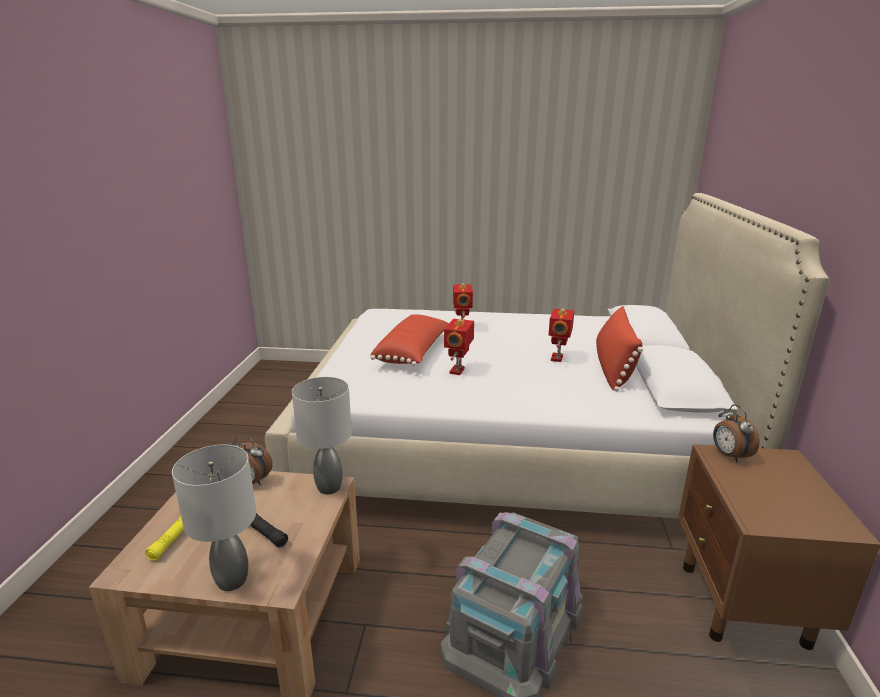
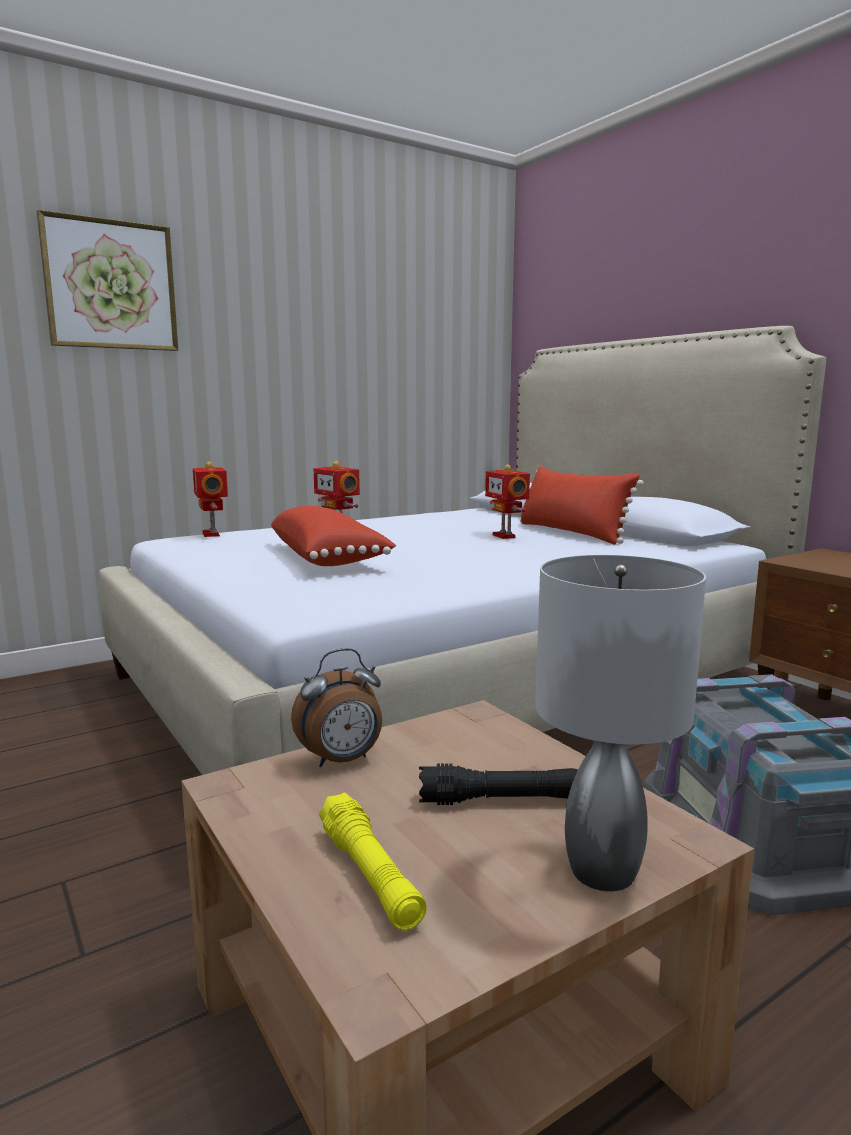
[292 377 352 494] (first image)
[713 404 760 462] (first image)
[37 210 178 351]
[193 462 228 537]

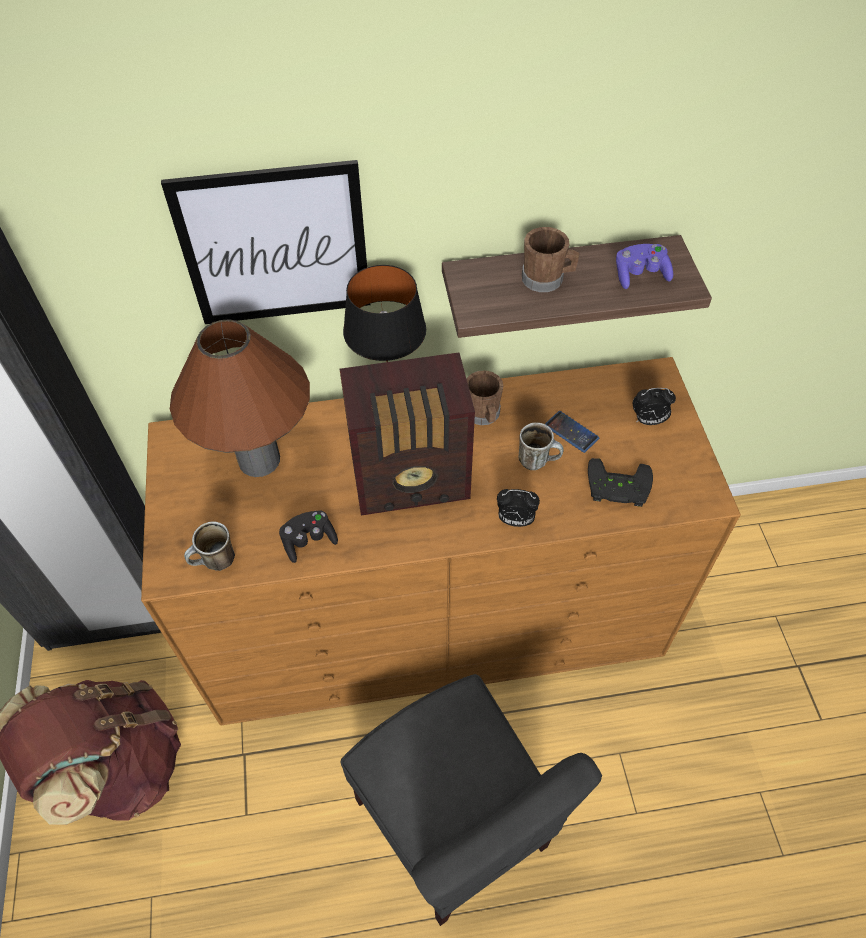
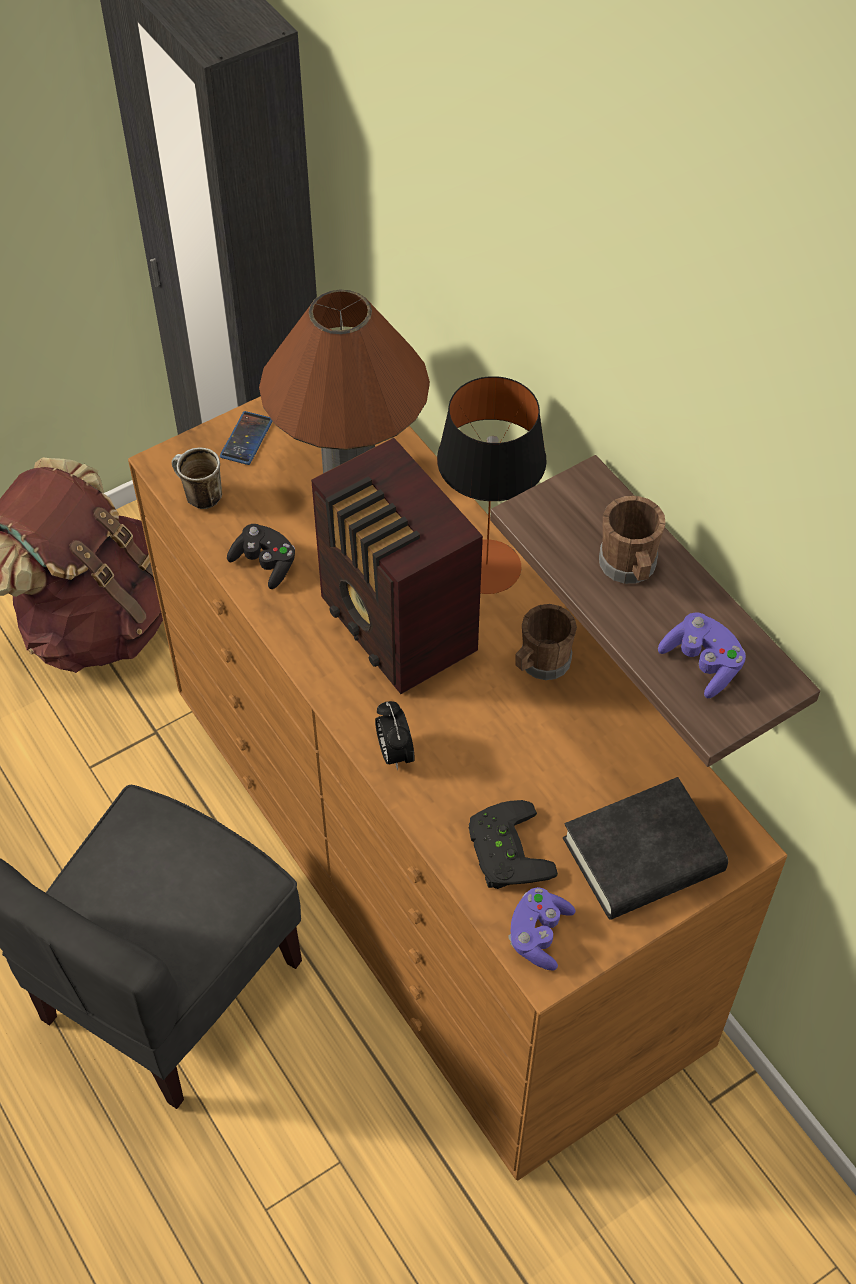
[161 160 371 324] (first image)
[519 422 564 470] (first image)
[508 887 575 971]
[220 411 273 465]
[563 777 728 920]

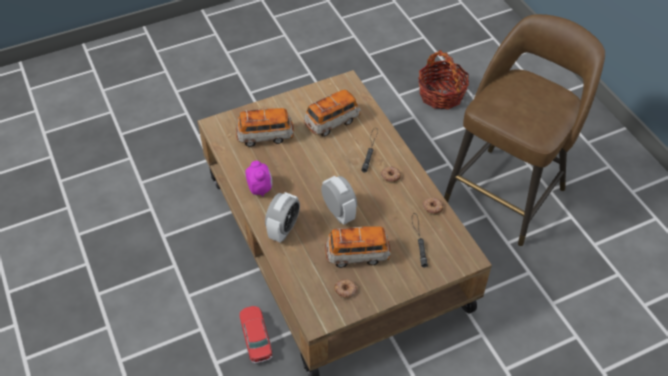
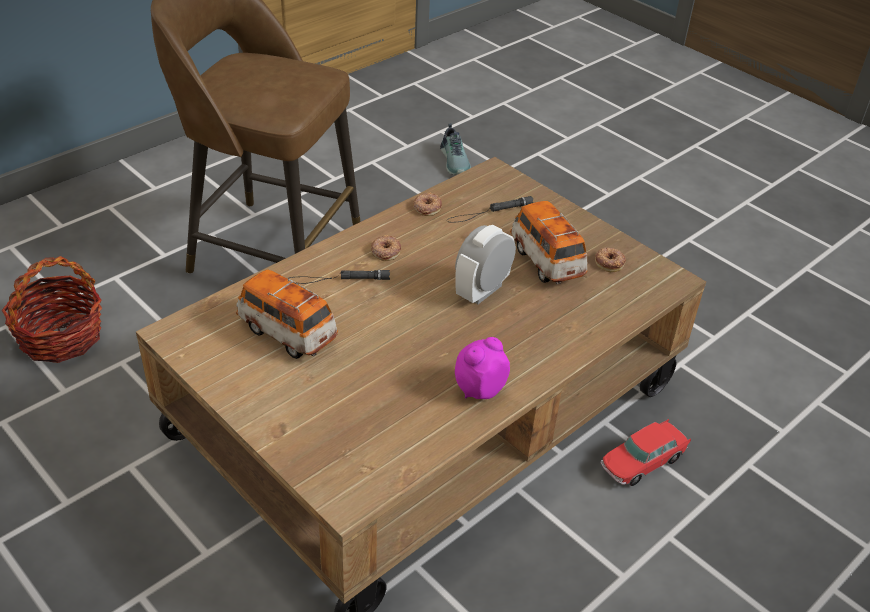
[236 108 294 147] (first image)
[265 192 300 243] (first image)
[440 124 471 175]

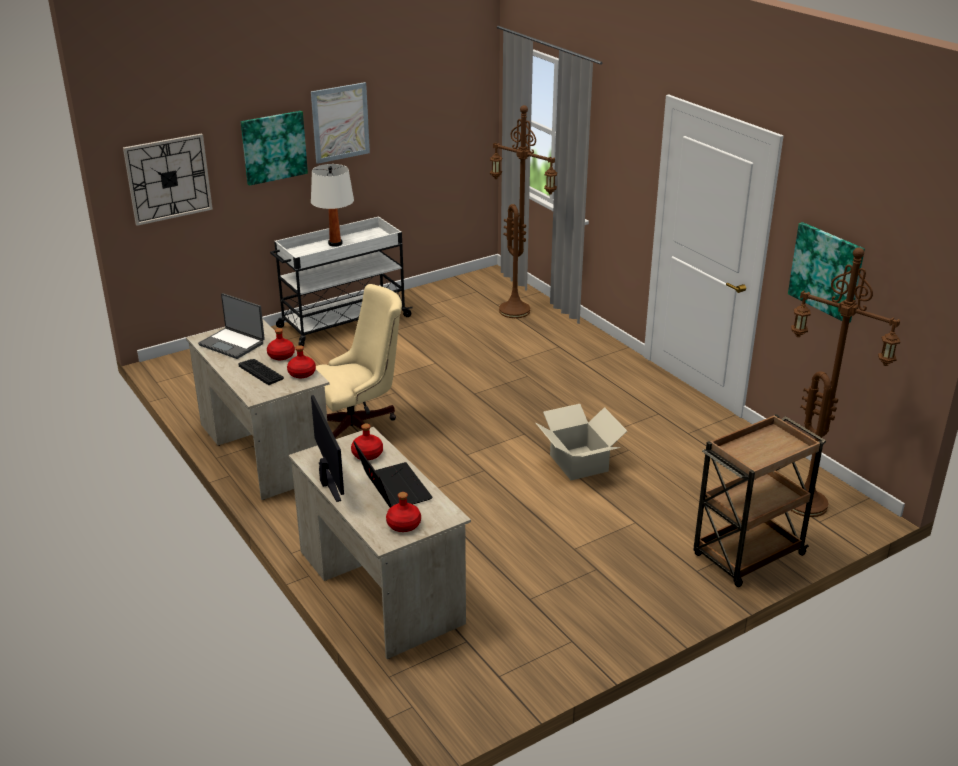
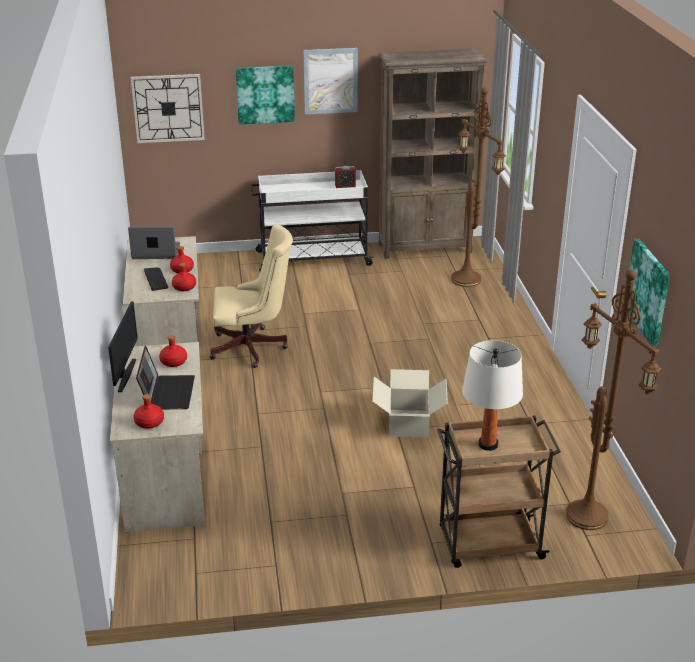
[335 166 356 188]
[379 48 488 259]
[462 340 523 451]
[128 226 180 259]

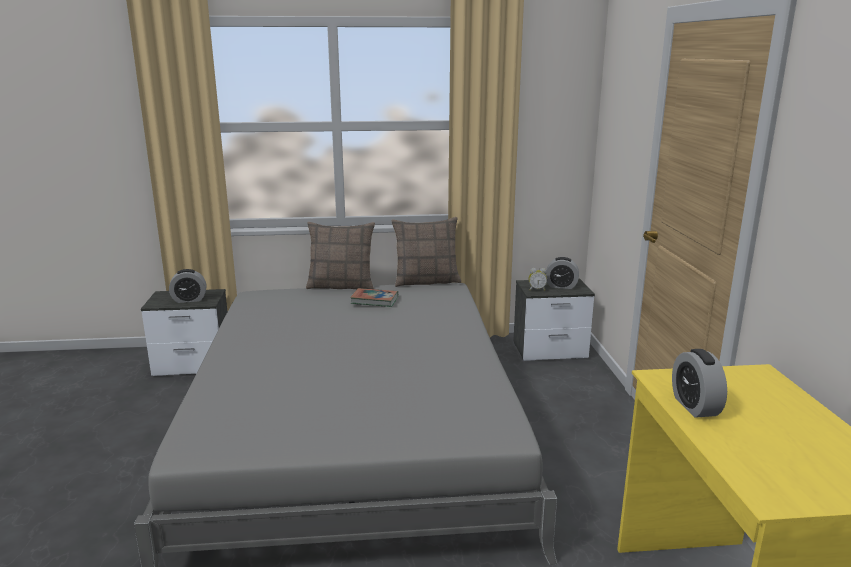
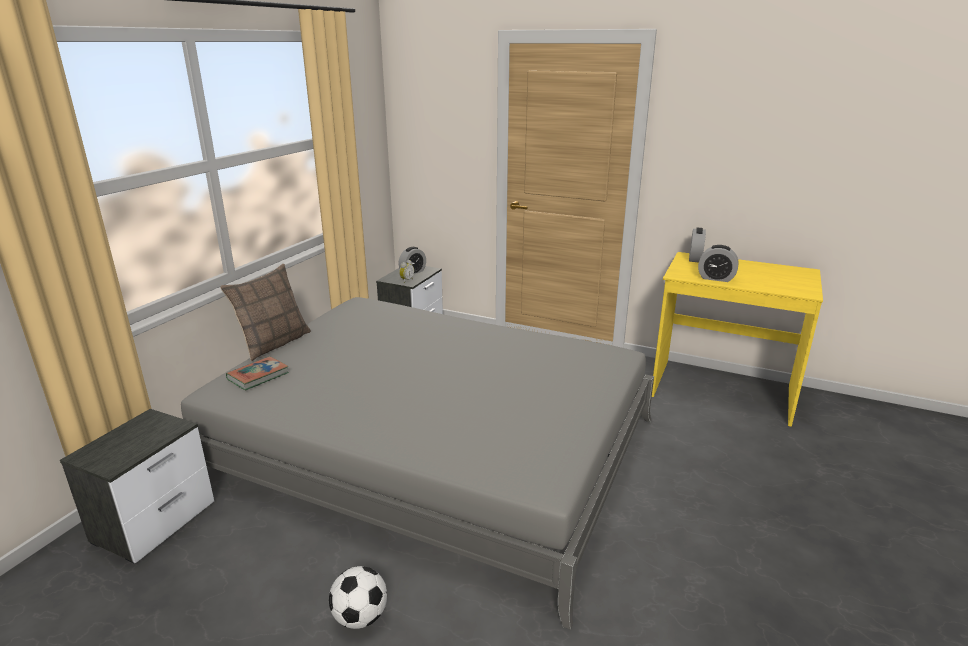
[391 217 461 287] (first image)
[329 566 387 629]
[689 228 706 263]
[226 356 289 391]

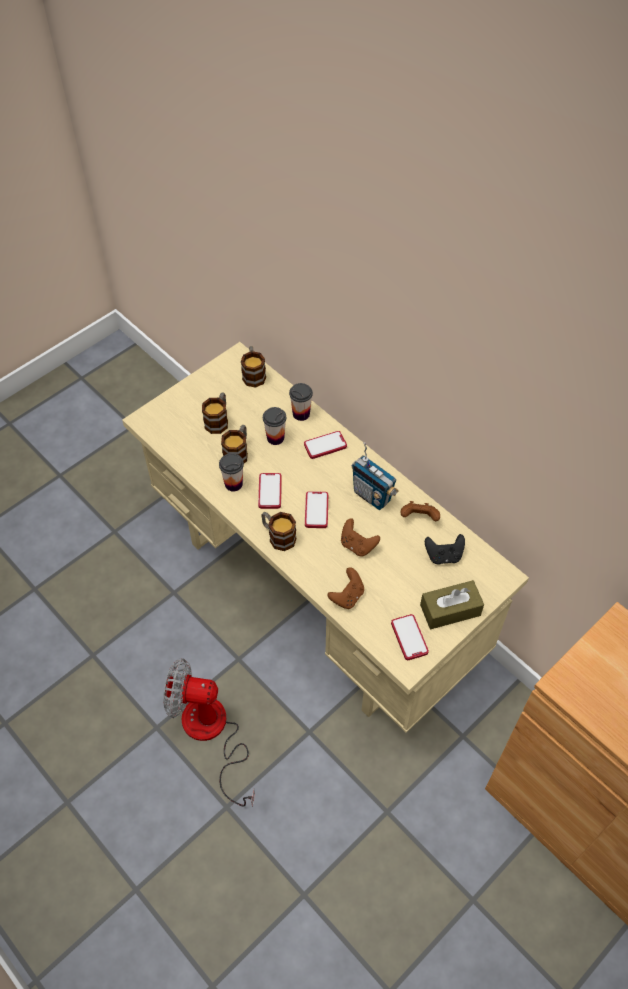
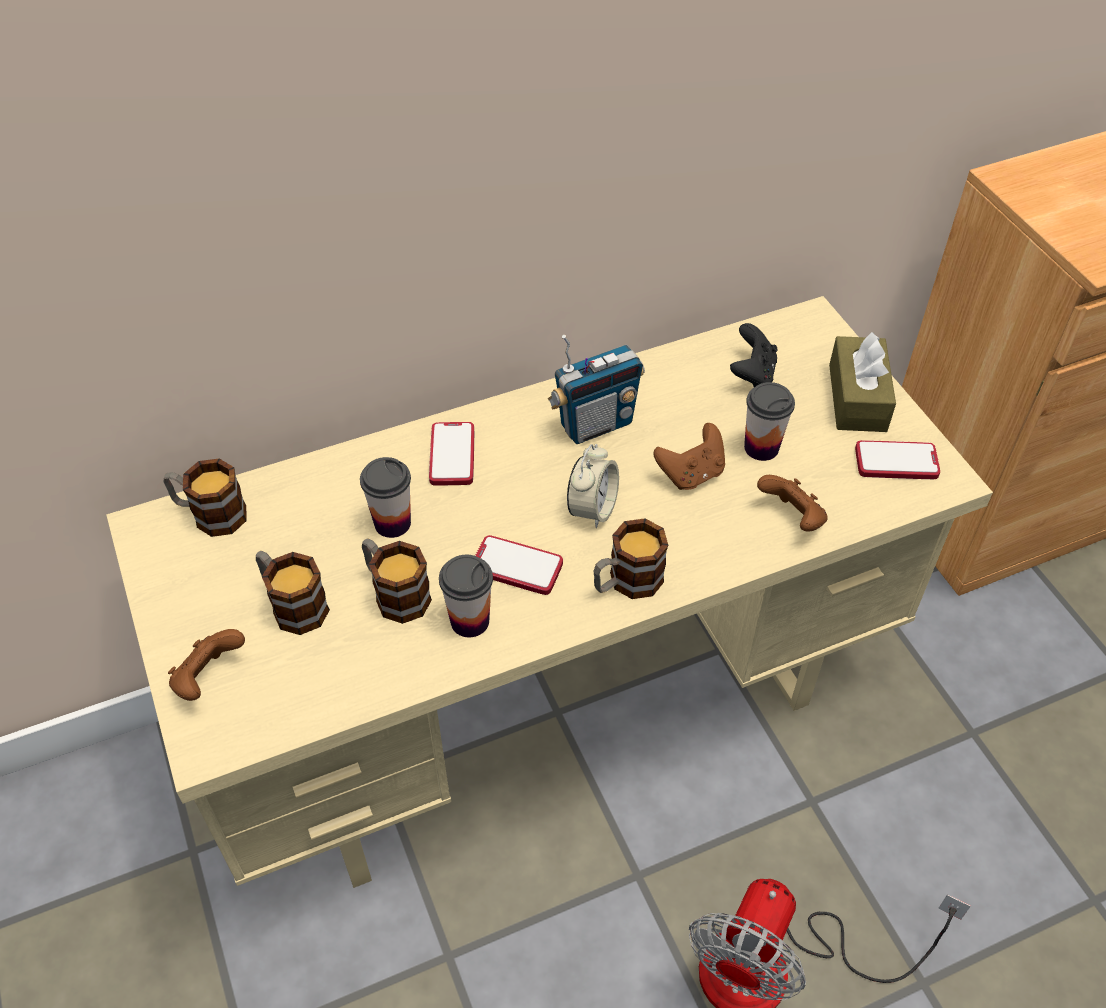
[744 382 795 461]
[168 629 245 701]
[567 444 619 528]

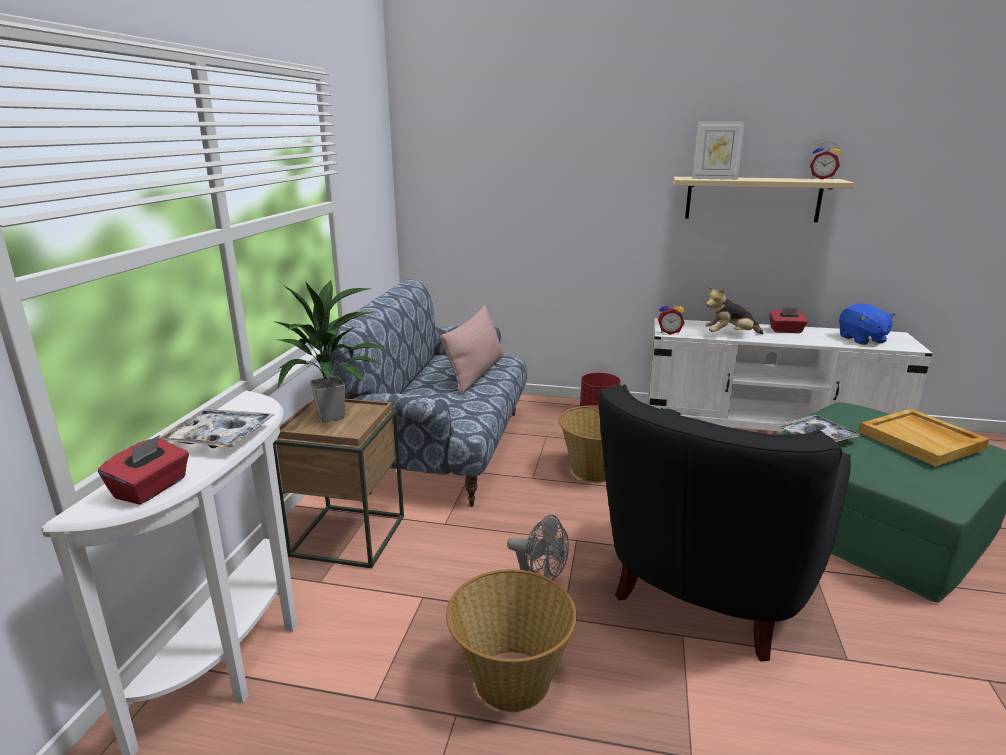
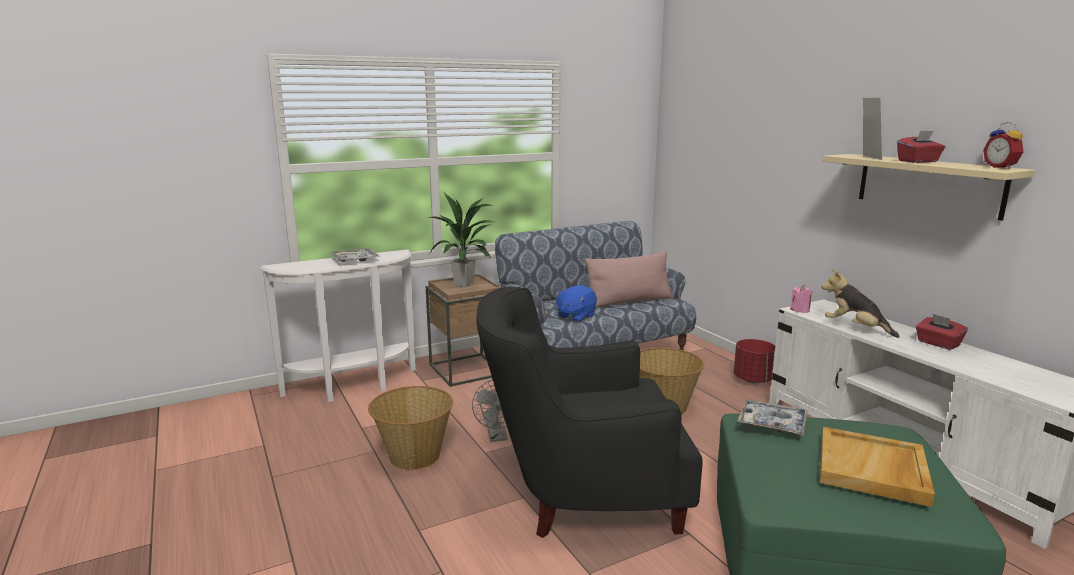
[897 131 945 163]
[555 285 597 322]
[790 285 812 313]
[863 98 883 160]

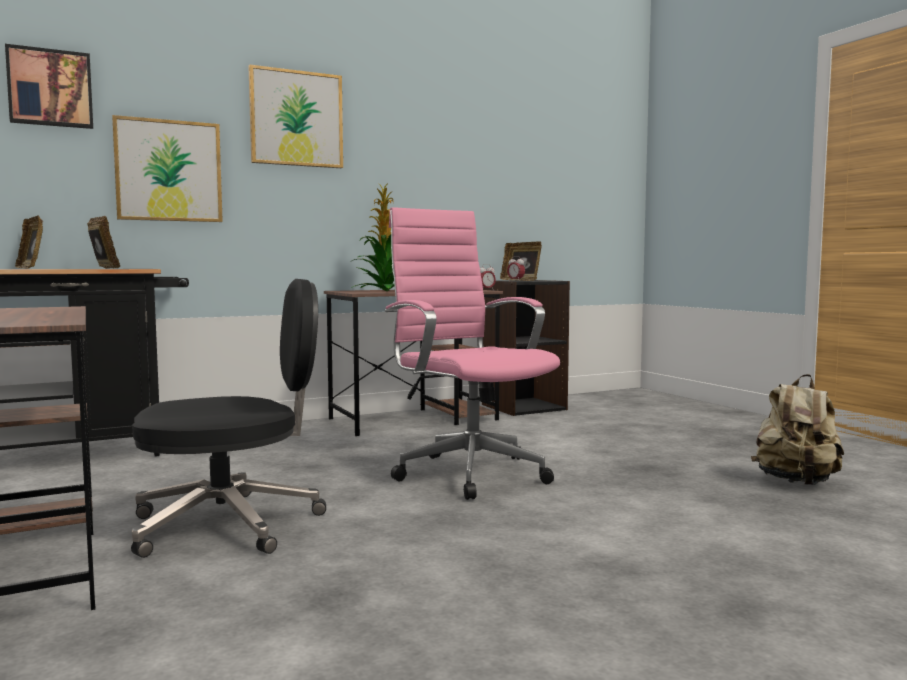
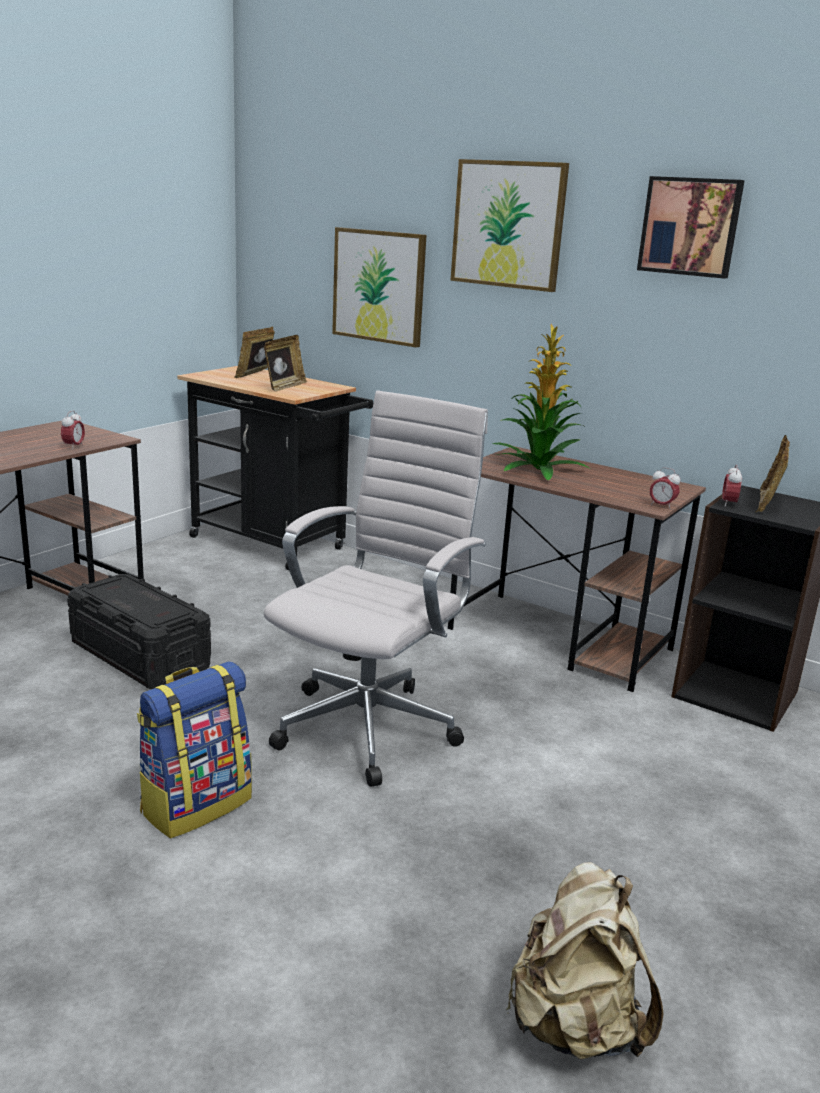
[61 411 85 448]
[137 661 252 839]
[637 176 745 279]
[67 574 211 689]
[264 390 488 787]

